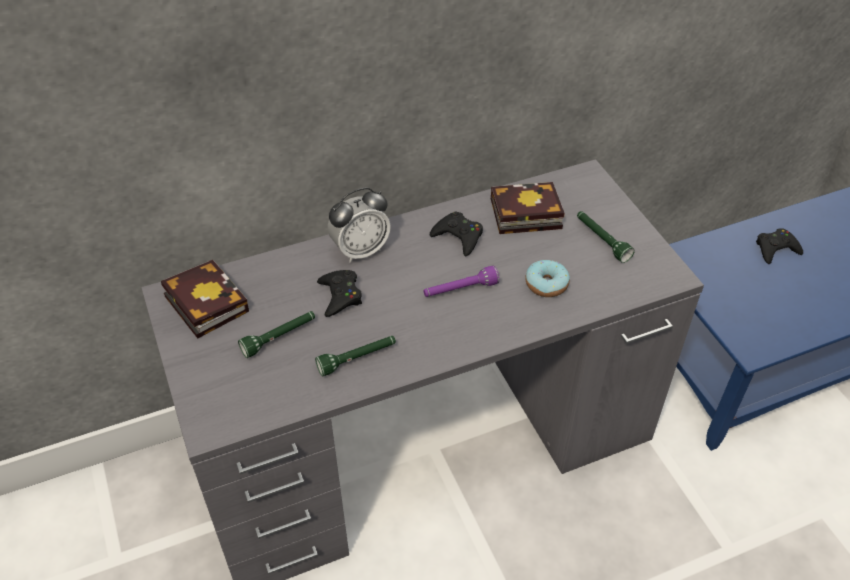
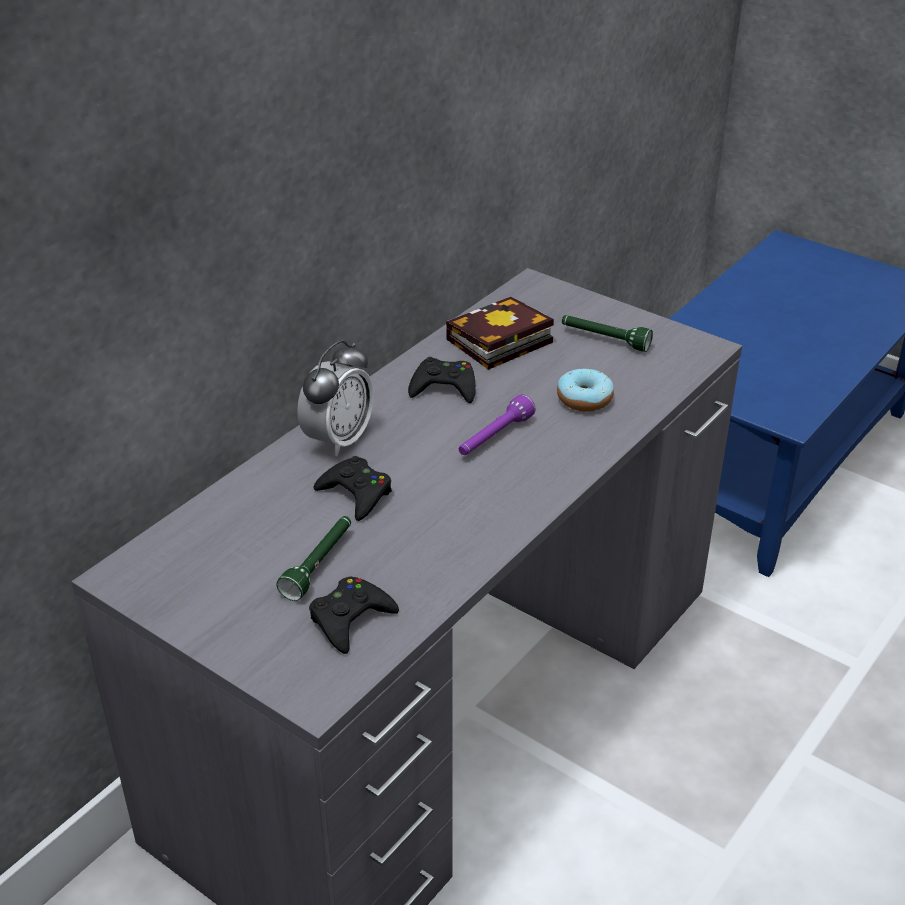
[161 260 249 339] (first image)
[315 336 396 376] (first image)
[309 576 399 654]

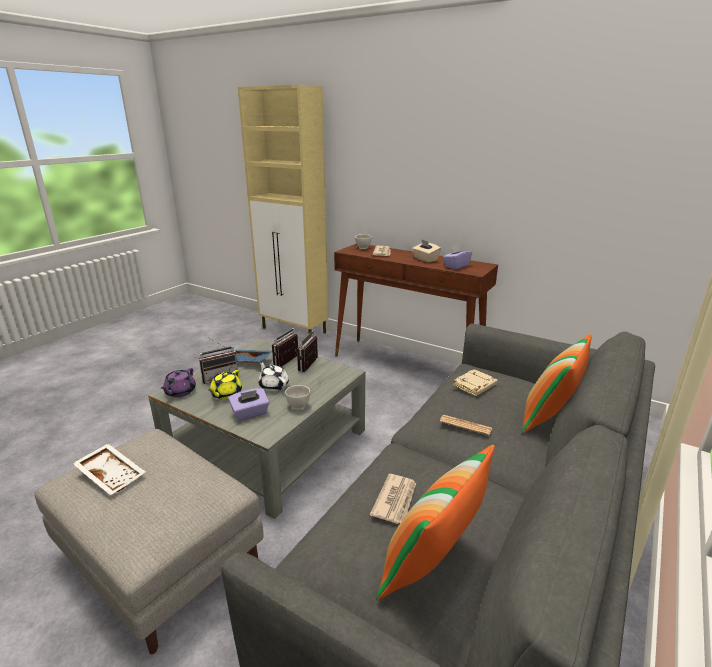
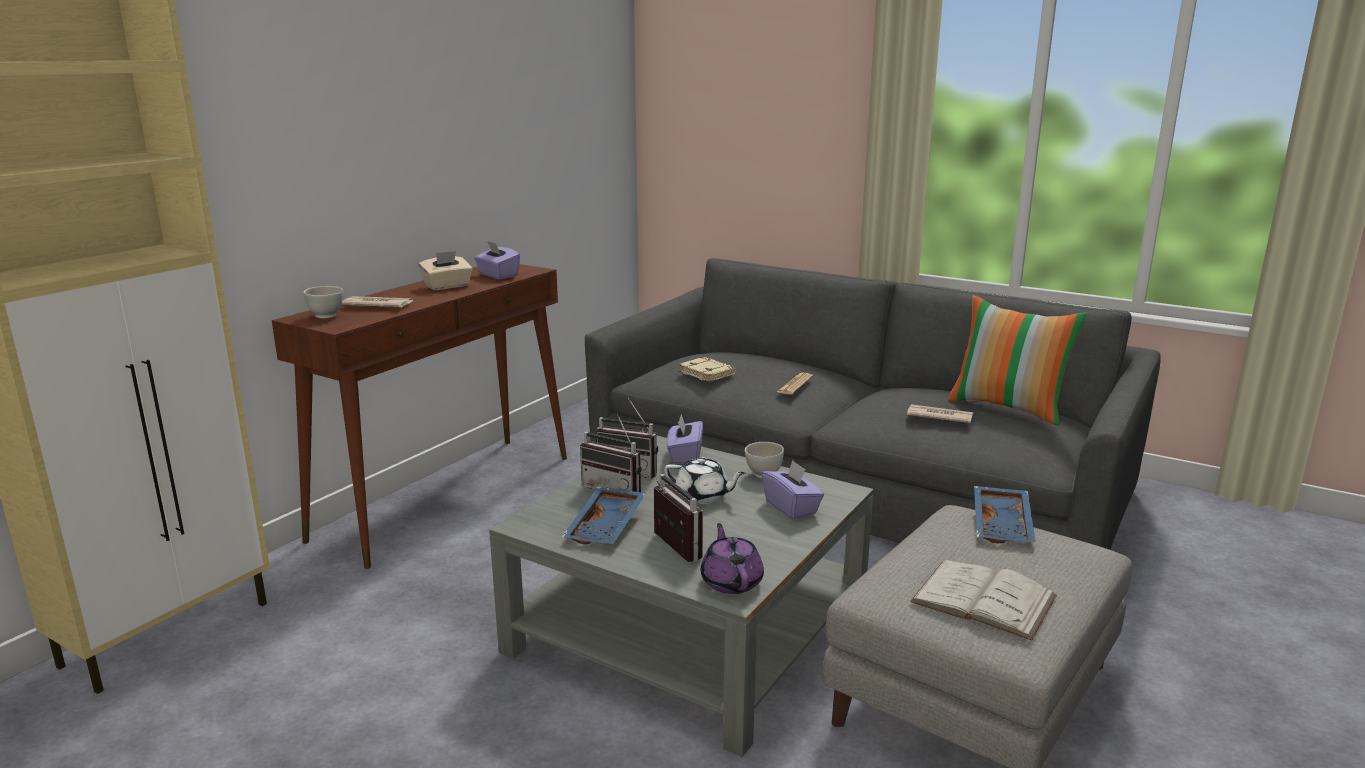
[208 370 242 400] (first image)
[522 334 592 434] (first image)
[667 414 703 464]
[974 486 1036 543]
[910 560 1057 641]
[701 523 764 594]
[664 457 745 504]

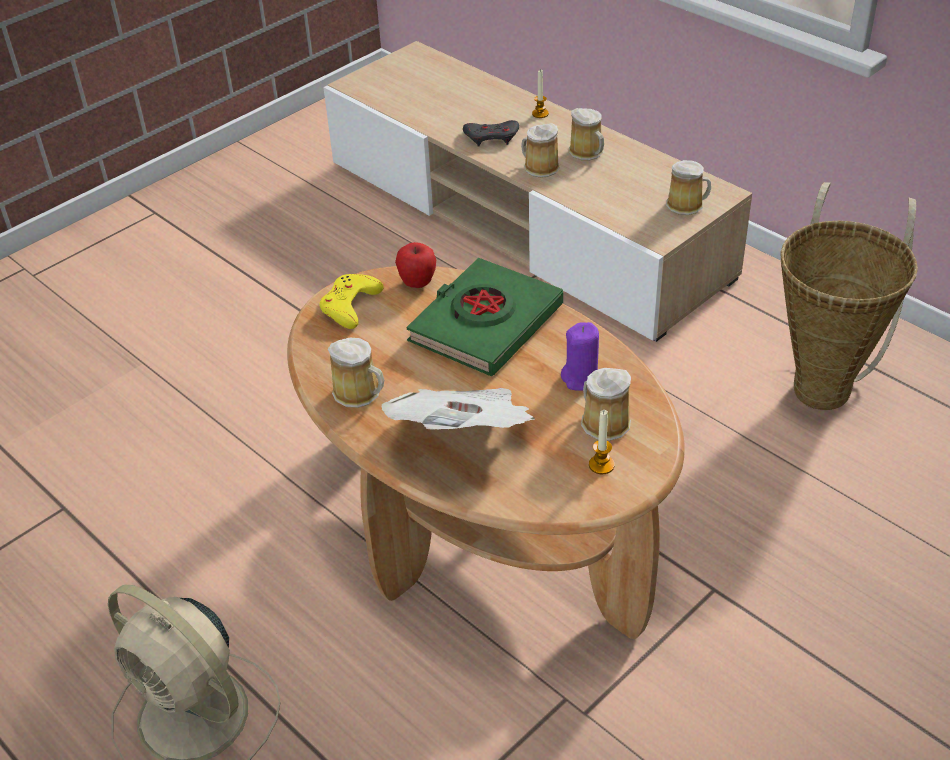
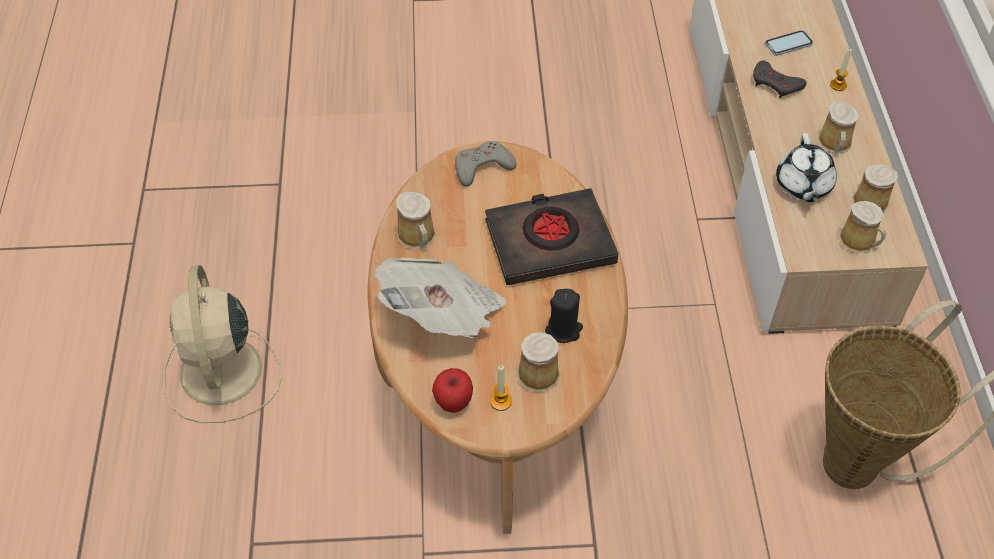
[765 30 813 56]
[776 133 837 202]
[432 368 473 413]
[852 164 898 213]
[455 141 517 186]
[485 188 618 285]
[545 289 583 343]

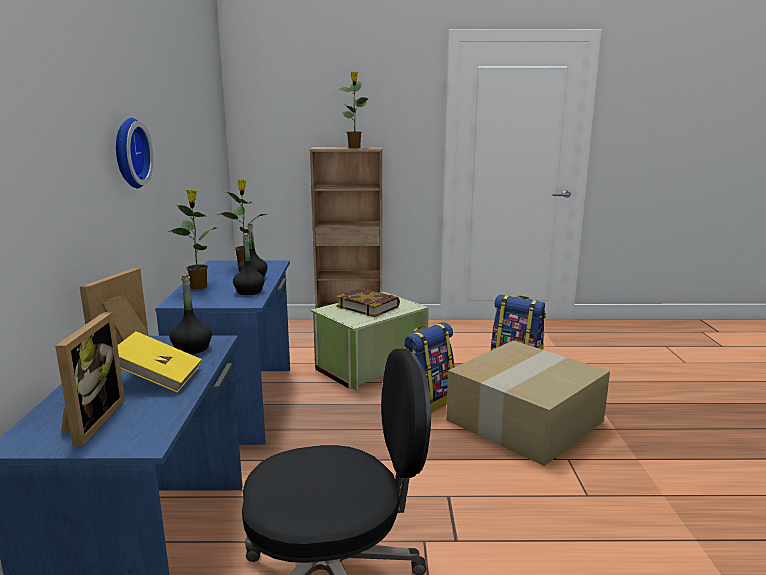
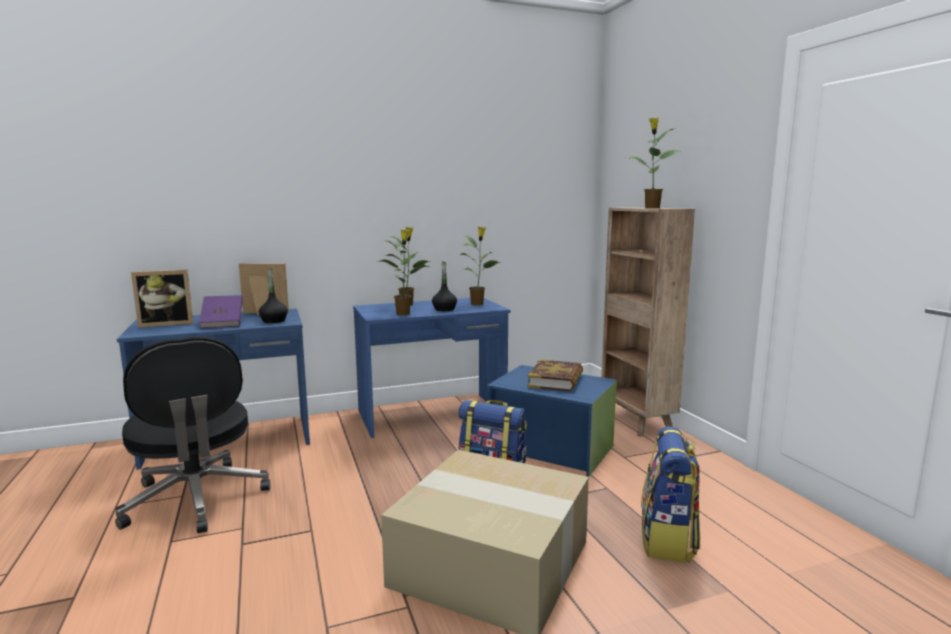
[116 118 153 188] (first image)
[377 230 430 315]
[199 295 243 328]
[487 365 617 477]

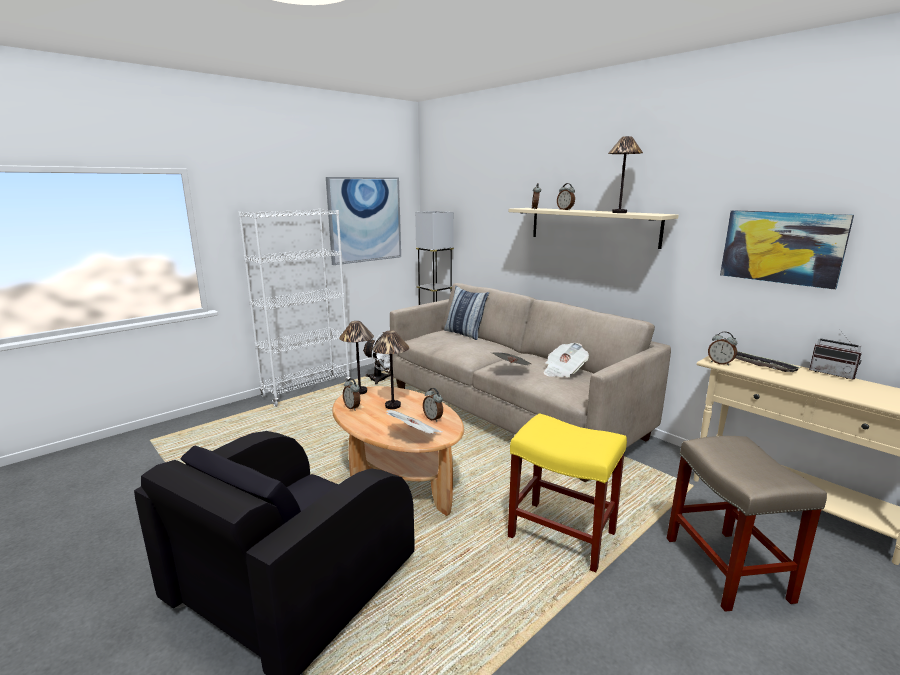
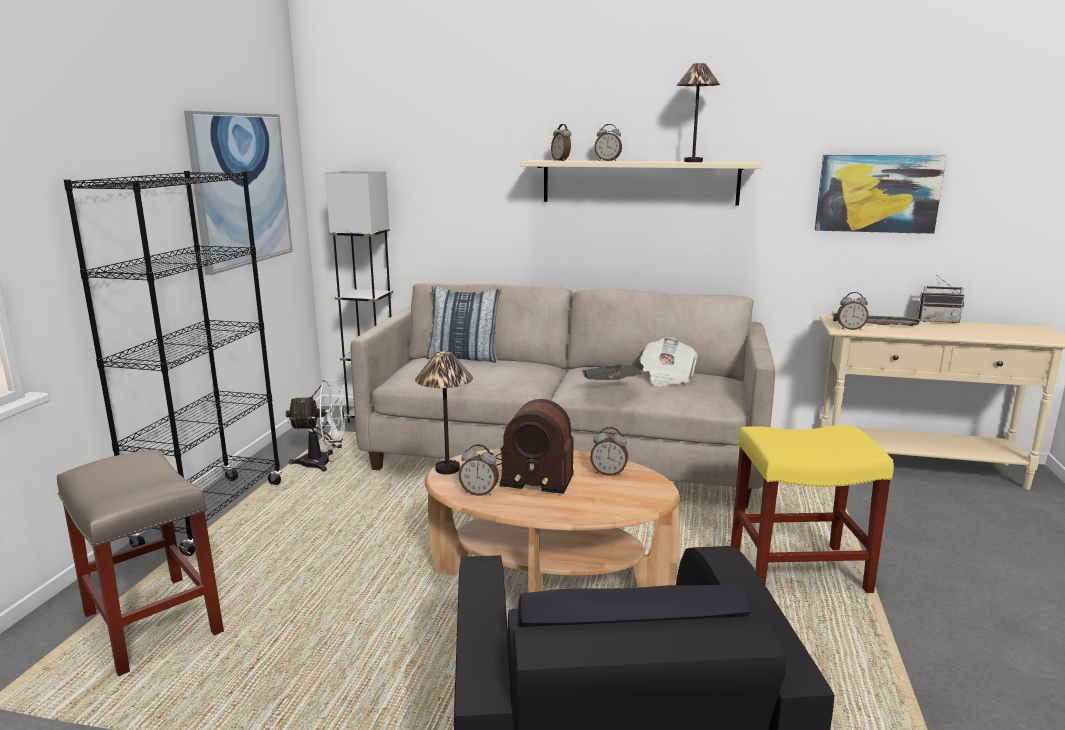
[386 410 443 434] (first image)
[57 449 224 676]
[496 399 574 494]
[64 171 282 556]

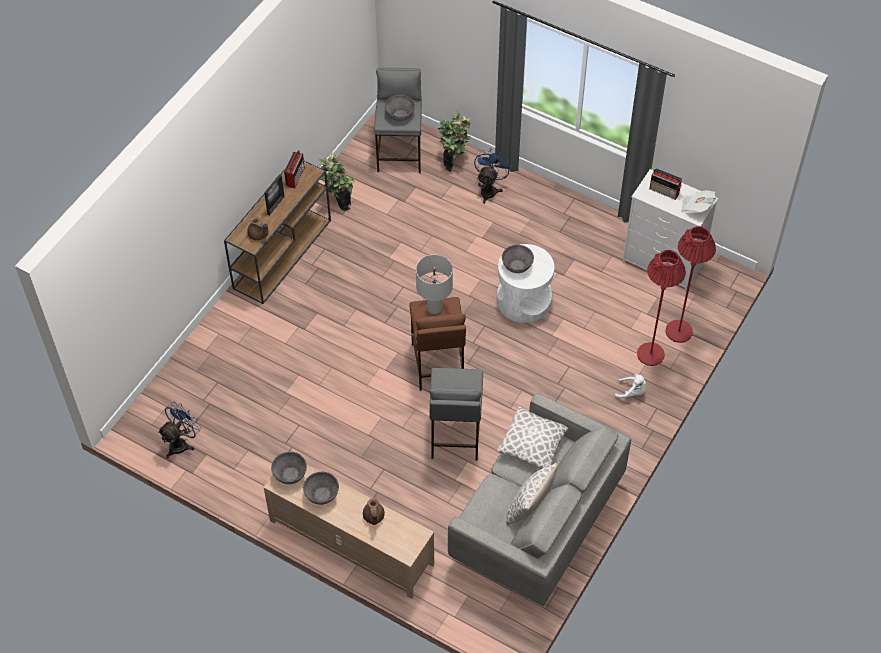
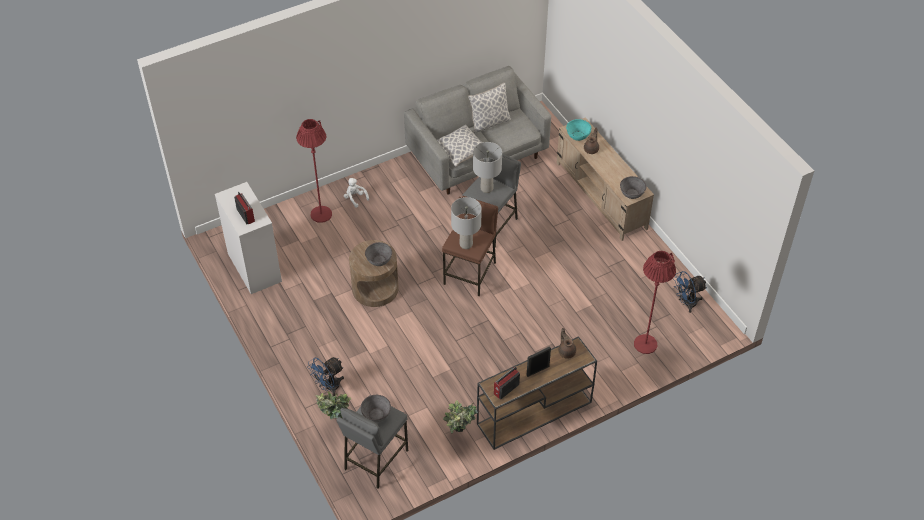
[303 472 339 505] (first image)
[682 190 717 213] (first image)
[473 142 502 193]
[566 119 592 141]
[634 251 676 354]
[349 240 399 307]

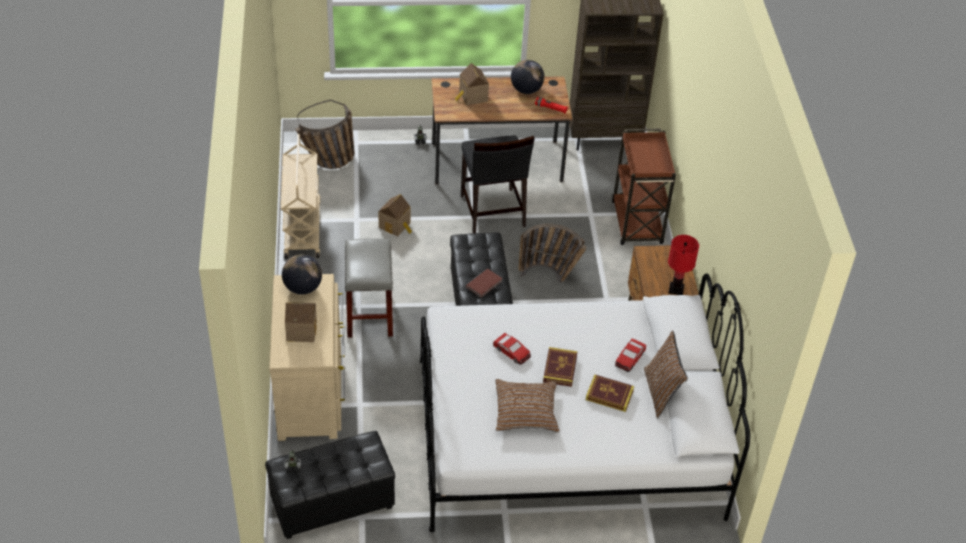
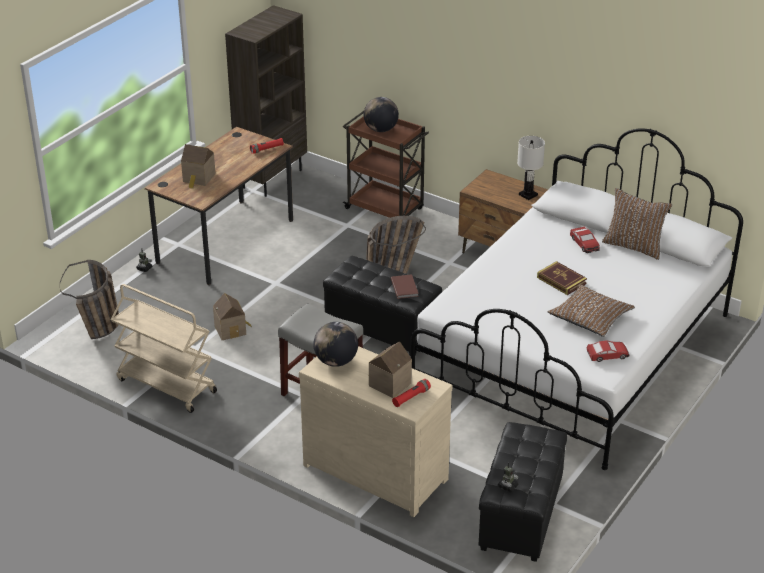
[461 135 535 233] (first image)
[586 375 634 412] (first image)
[392 379 431 407]
[586 340 630 362]
[364 97 399 132]
[517 136 545 200]

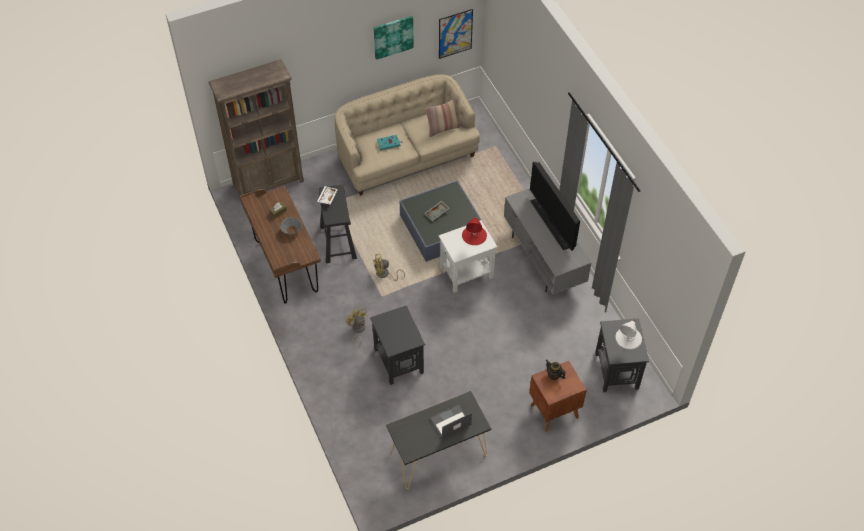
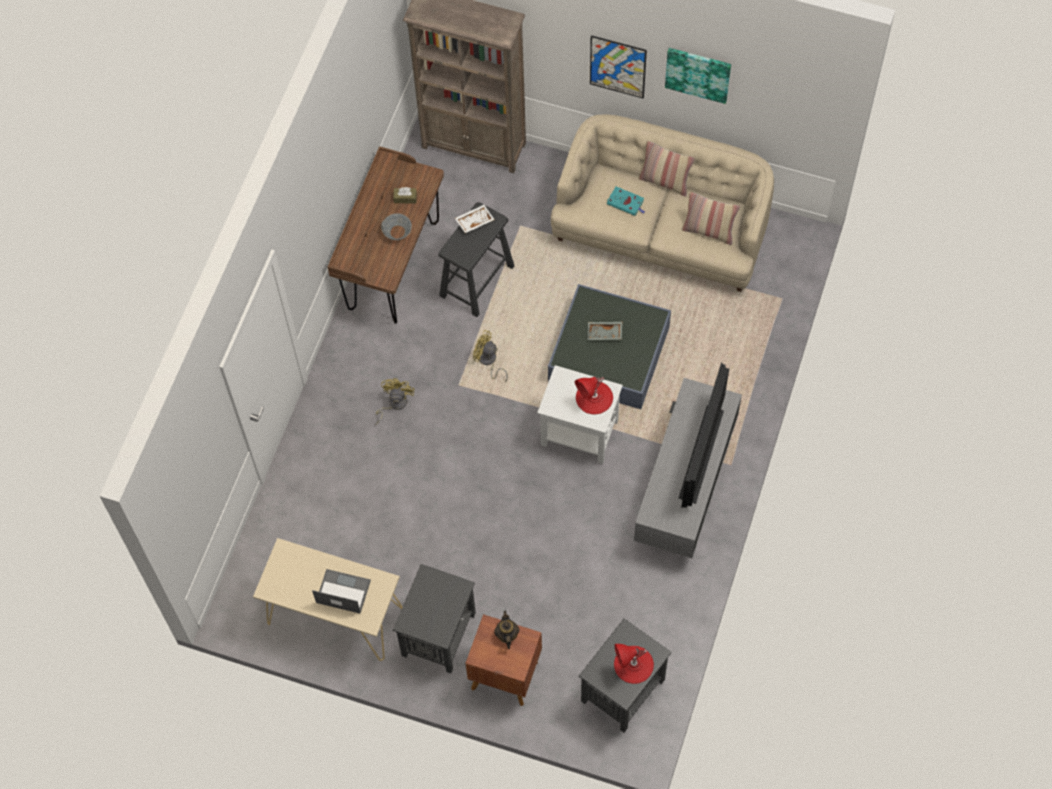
[638 141 695 197]
[393 564 476 674]
[590 35 647 99]
[253 538 402 661]
[614 644 654 684]

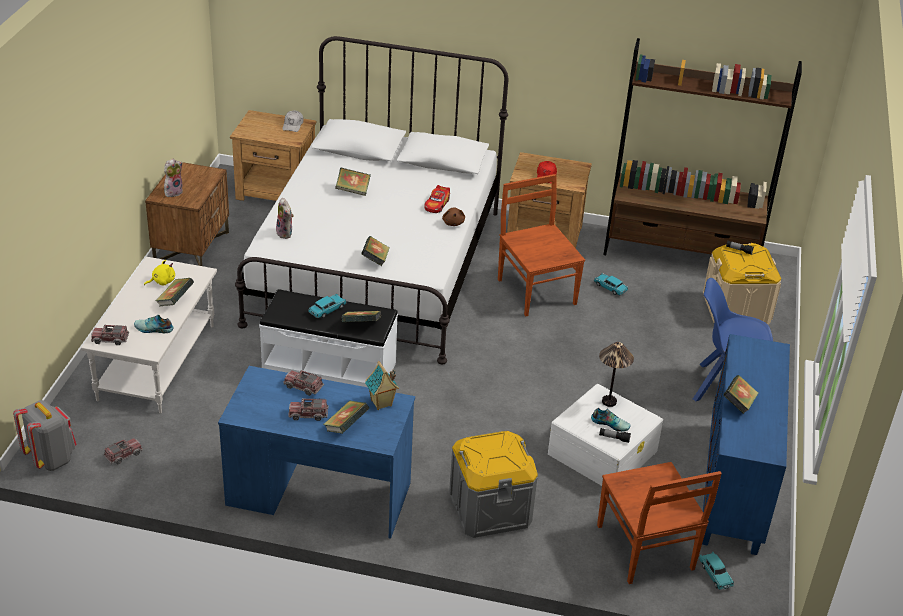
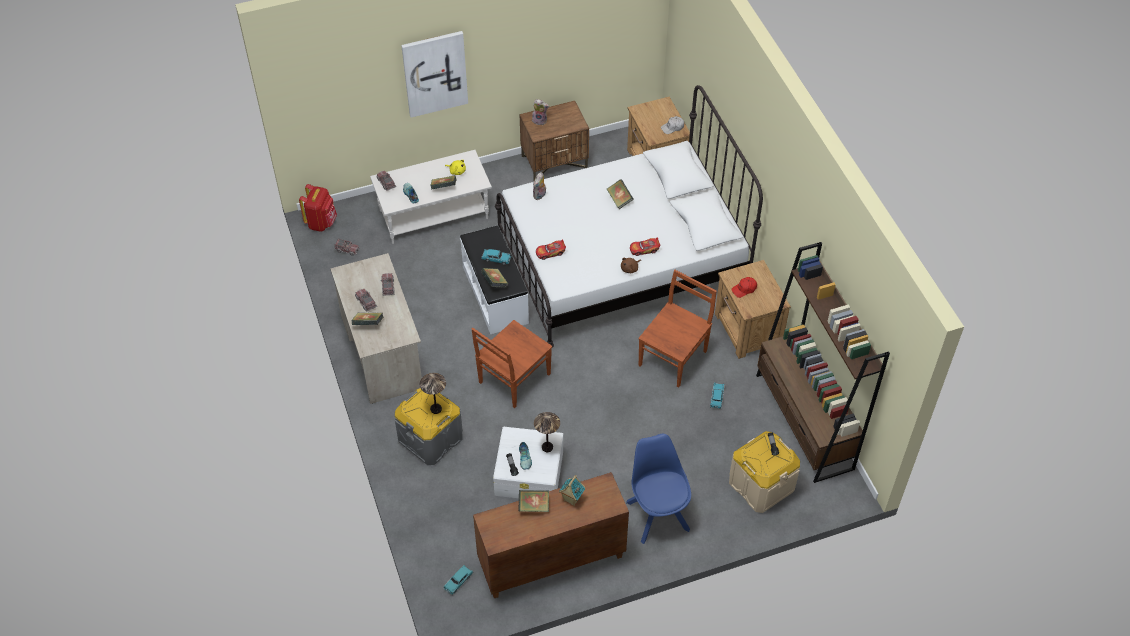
[401 31 468 118]
[420 373 446 414]
[559 475 585 506]
[472 320 552 408]
[536 239 566 260]
[299 184 337 232]
[330 253 422 404]
[473 472 629 598]

